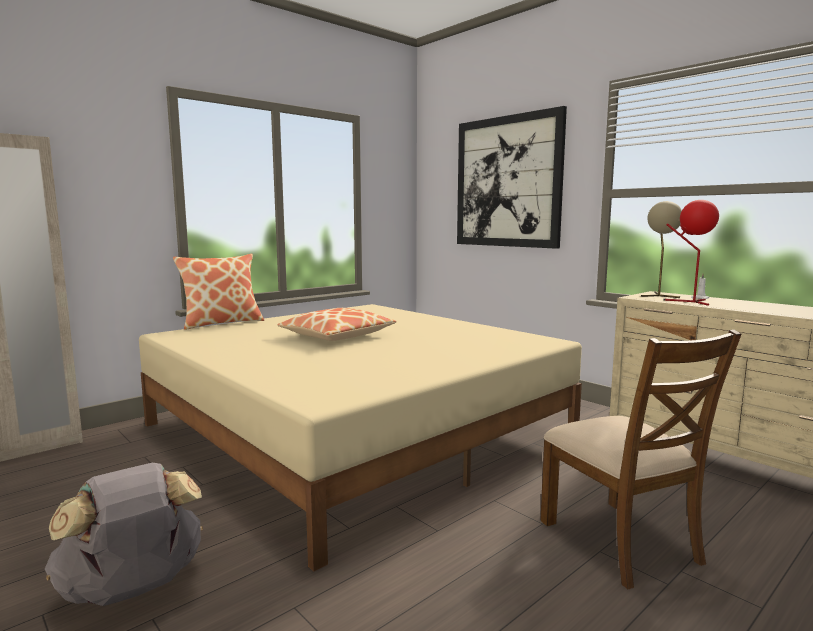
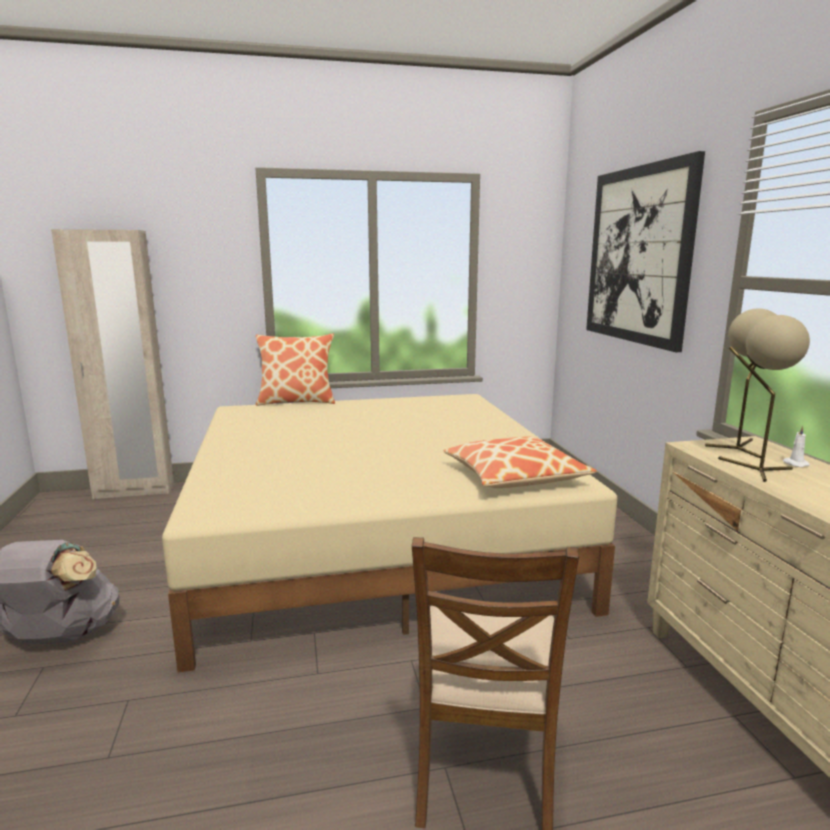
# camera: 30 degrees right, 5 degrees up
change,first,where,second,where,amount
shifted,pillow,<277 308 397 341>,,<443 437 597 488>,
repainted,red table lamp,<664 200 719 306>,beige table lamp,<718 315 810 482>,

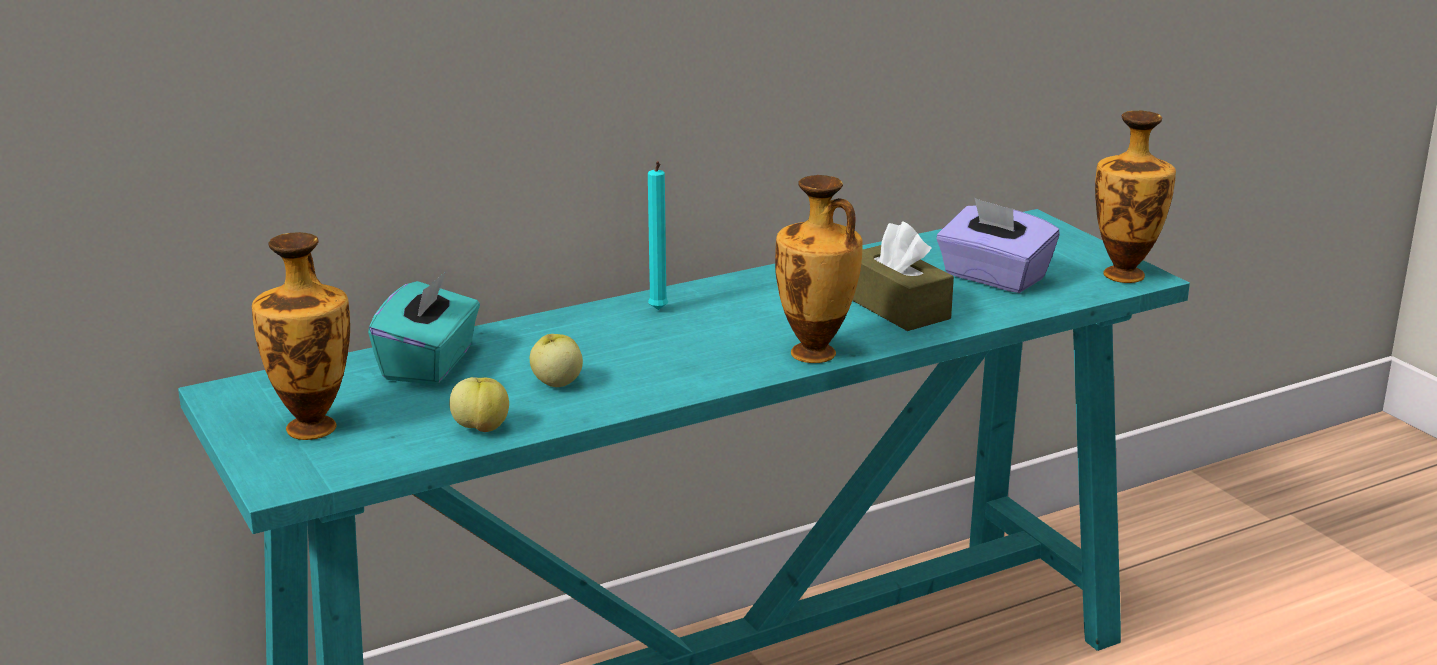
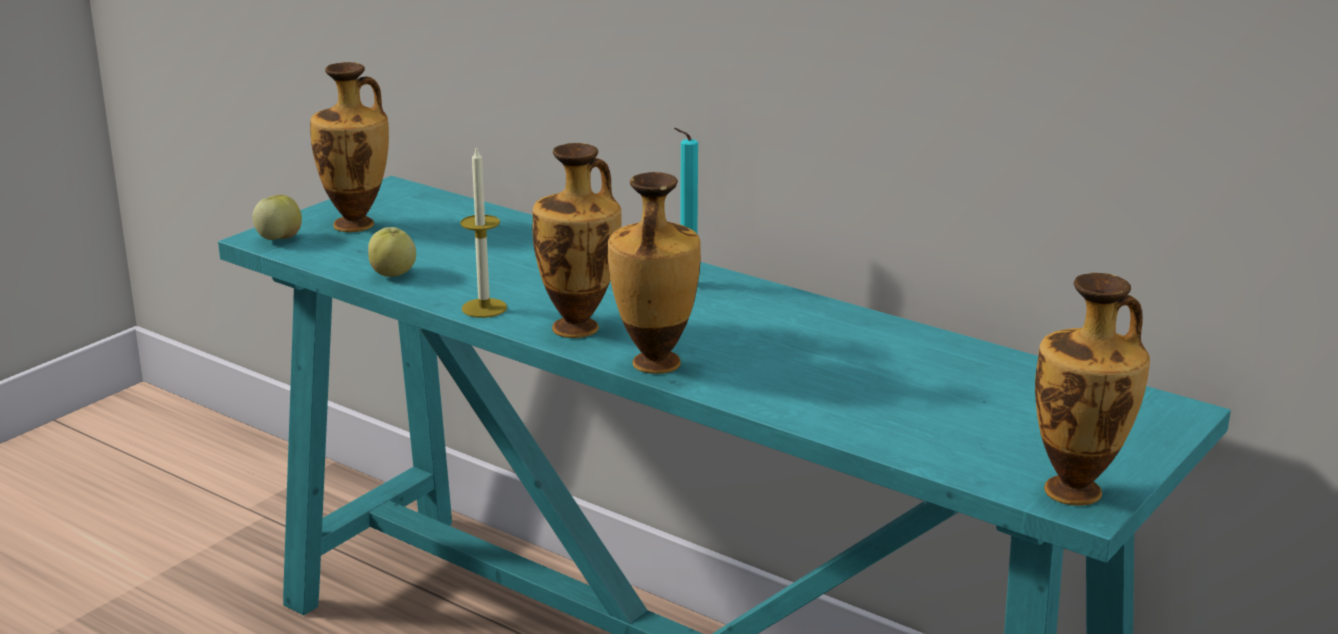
# camera: 65 degrees right, 0 degrees up
change,first,where,second,where,amount
shifted,apple,<530 334 583 387>,,<253 195 302 240>,
new,,,candle,<460 146 507 318>,
new,,,vase,<532 143 621 338>,
gone,turquoise tissue box,<368 271 480 385>,,,
gone,brown tissue box,<852 221 954 331>,,,
gone,purple tissue box,<937 198 1060 293>,,,

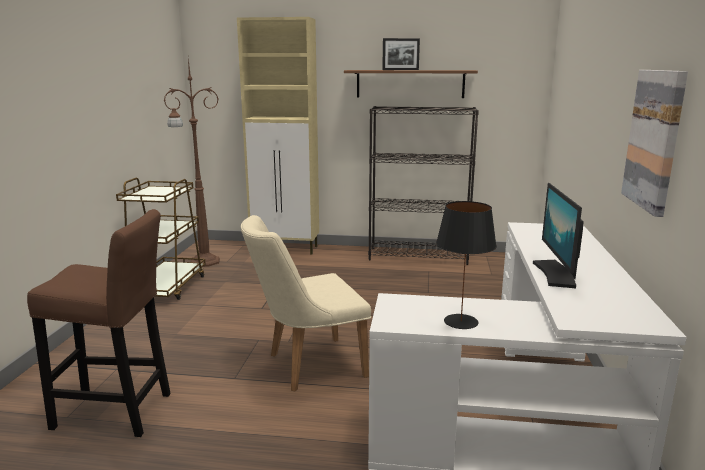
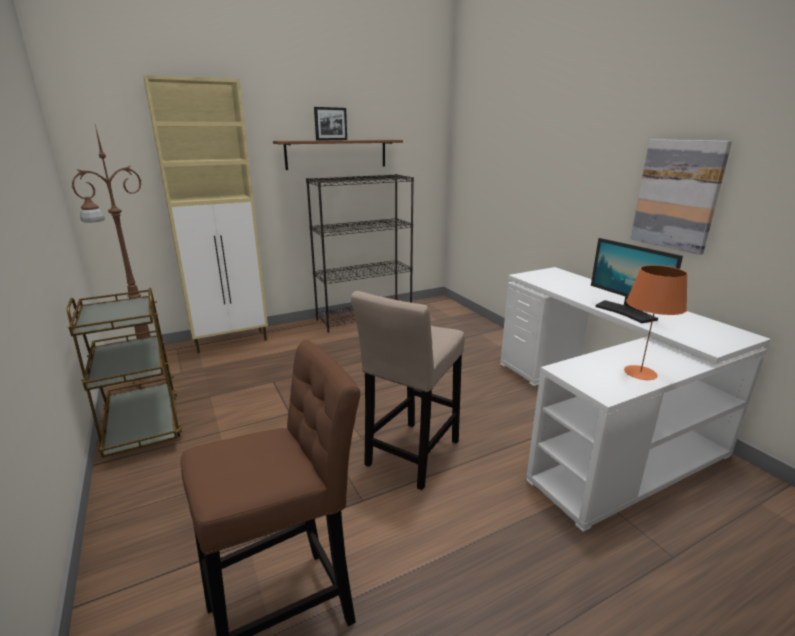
# camera: 35 degrees left, 5 degrees up
change,first,where,second,where,amount
swapped,beige chair,<241 215 371 392>,beige stool,<351 291 464 490>,
repainted,black table lamp,<436 201 497 329>,orange table lamp,<624 265 688 380>,

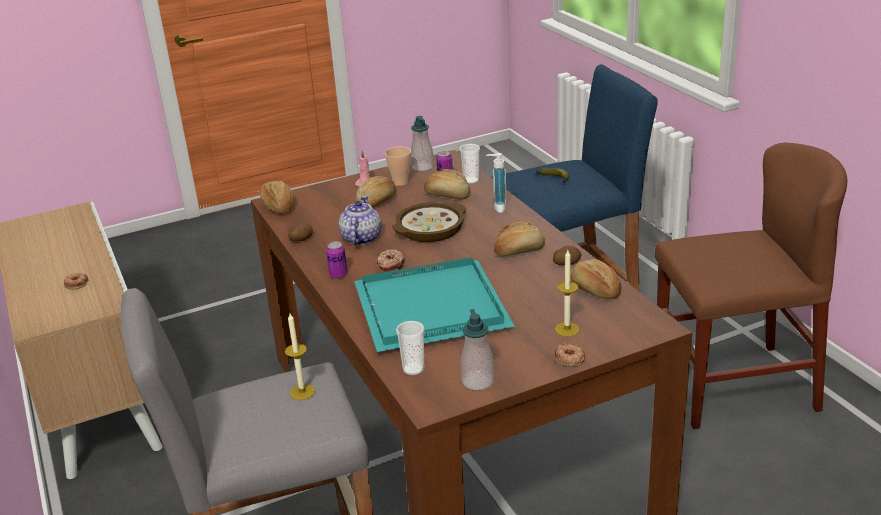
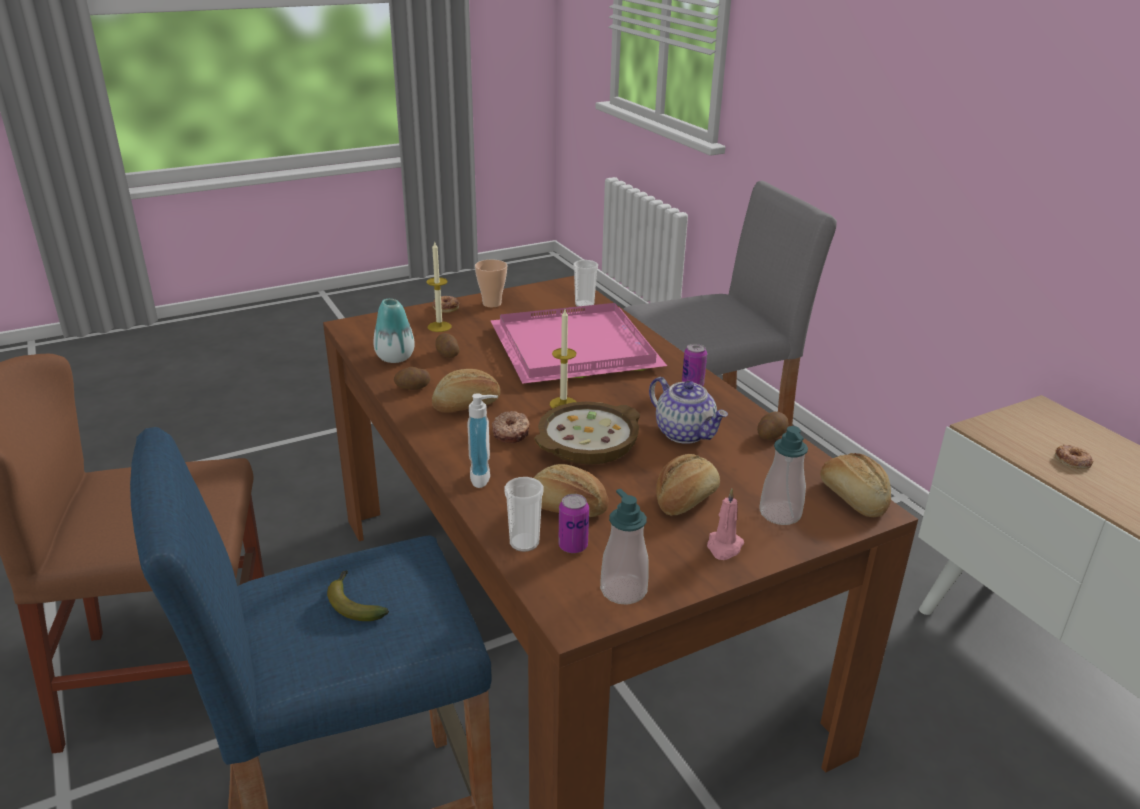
# camera: 175 degrees right, 0 degrees up
change,first,where,second,where,amount
swapped,bread,<571 259 621 299>,vase,<373 299 415 363>,
new,,,potato,<435 333 459 358>,
shifted,cup,<385 147 411 186>,,<475 259 507 308>,
repainted,turquoise tray,<354 257 515 352>,pink tray,<491 303 667 384>,
shifted,donut,<377 249 405 272>,,<492 411 530 443>,
shifted,candle,<285 313 315 400>,,<550 309 576 408>,
rotated,teapot,<339 196 381 245>,,<649 377 728 444>,45 degrees counterclockwise
shifted,soap dispenser,<461 309 494 390>,,<759 426 808 525>,

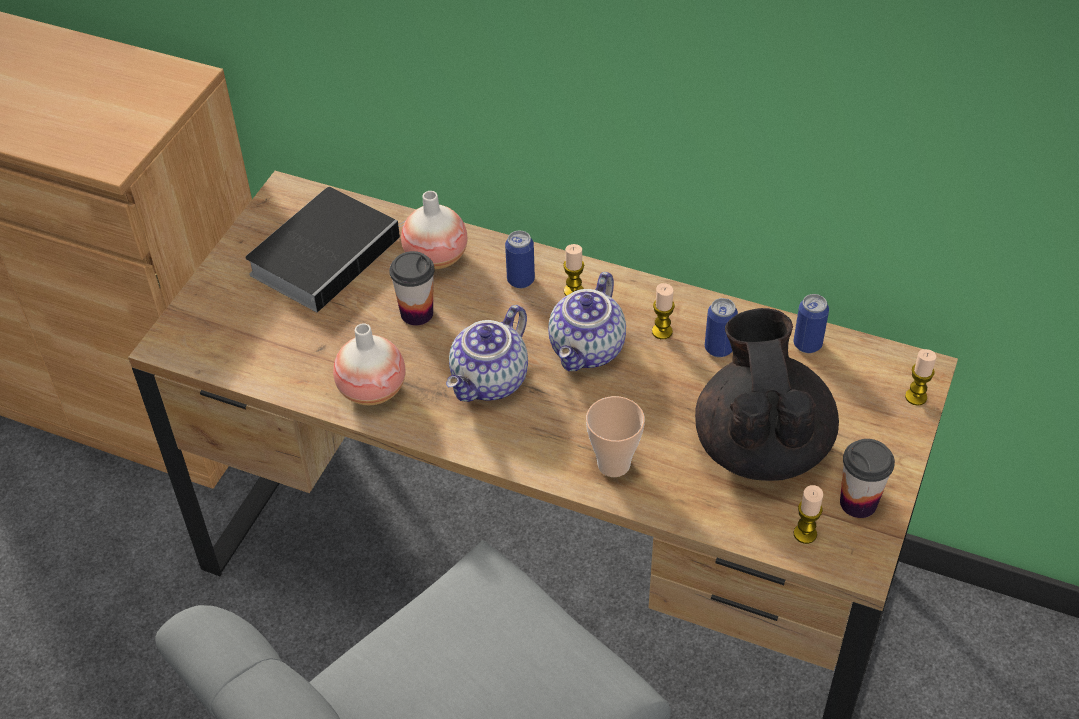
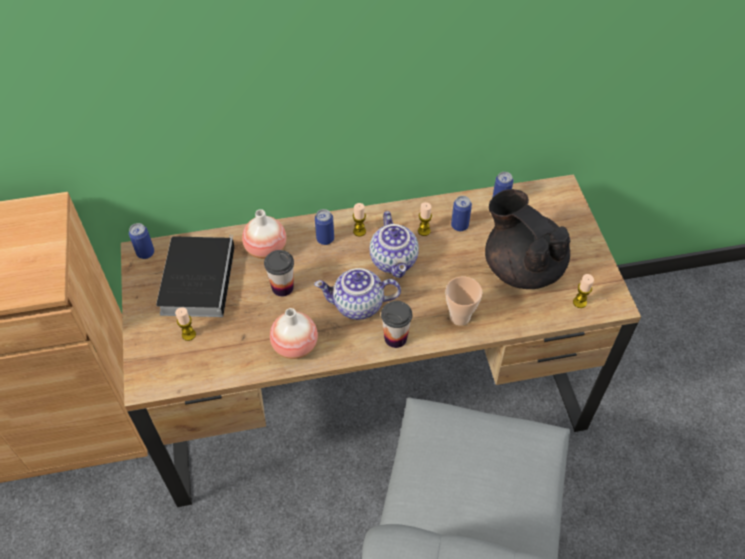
# camera: 35 degrees left, 5 degrees up
change,first,where,second,where,amount
new,,,can,<129 223 154 259>,
shifted,candle,<905 349 936 406>,,<175 307 196 341>,
rotated,teapot,<446 305 528 402>,,<314 268 401 320>,90 degrees clockwise
shifted,cup,<840 439 895 518>,,<381 301 412 348>,

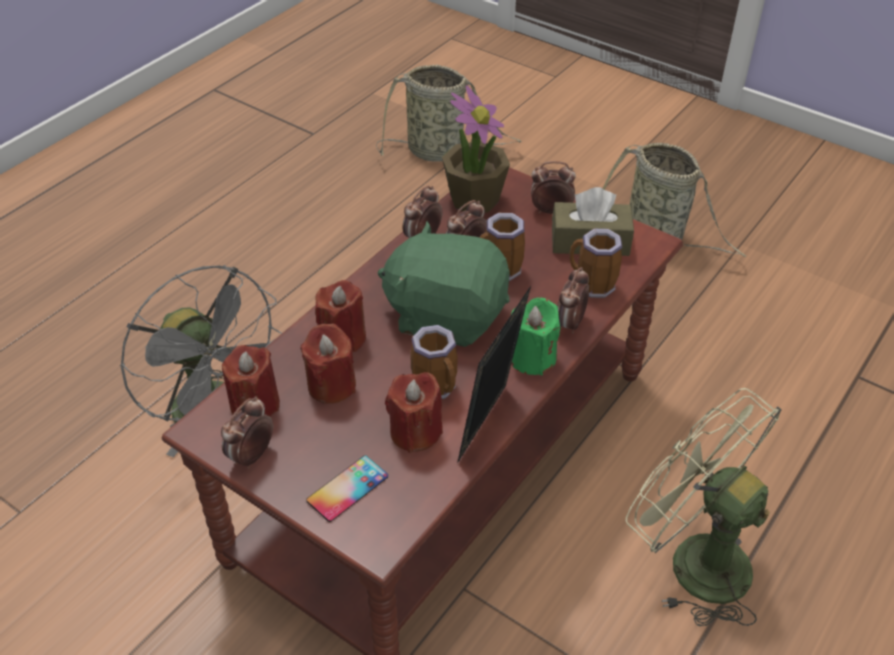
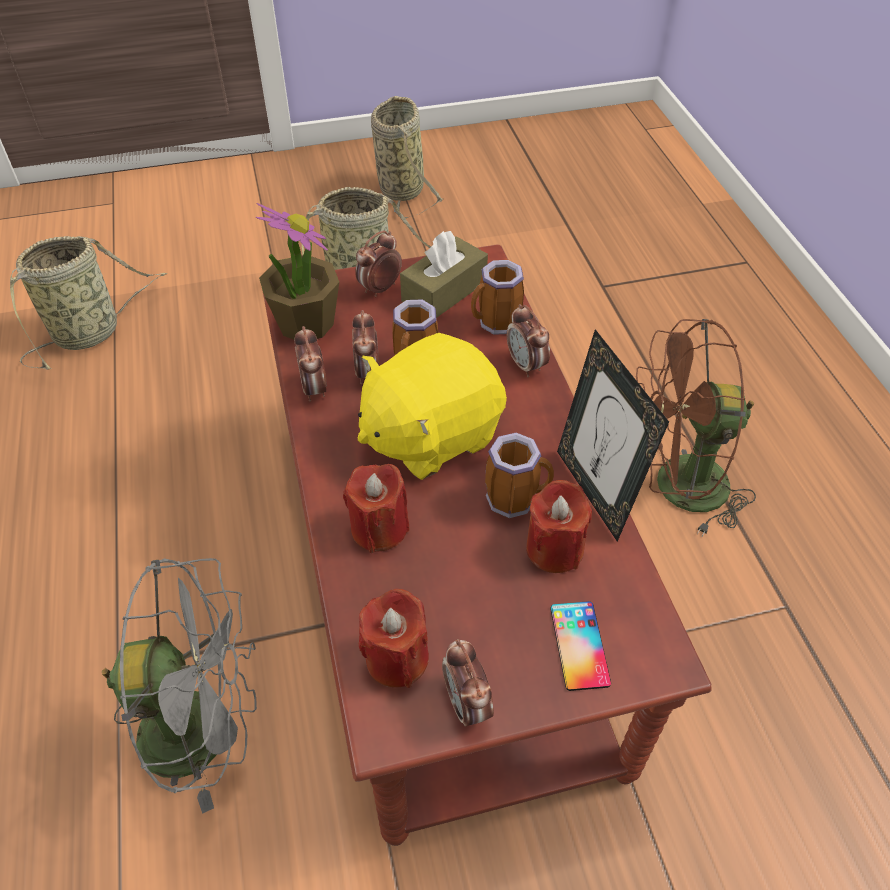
# camera: 50 degrees left, 5 degrees up
change,first,where,second,where,amount
repainted,green plush toy,<378 221 510 347>,yellow plush toy,<358 333 507 480>,
new,,,basket,<371 96 443 218>,
repainted,green fan,<626 388 782 626>,brown fan,<636 319 756 536>,
gone,red candle,<300 324 356 404>,,,
gone,green candle,<511 297 560 376>,,,

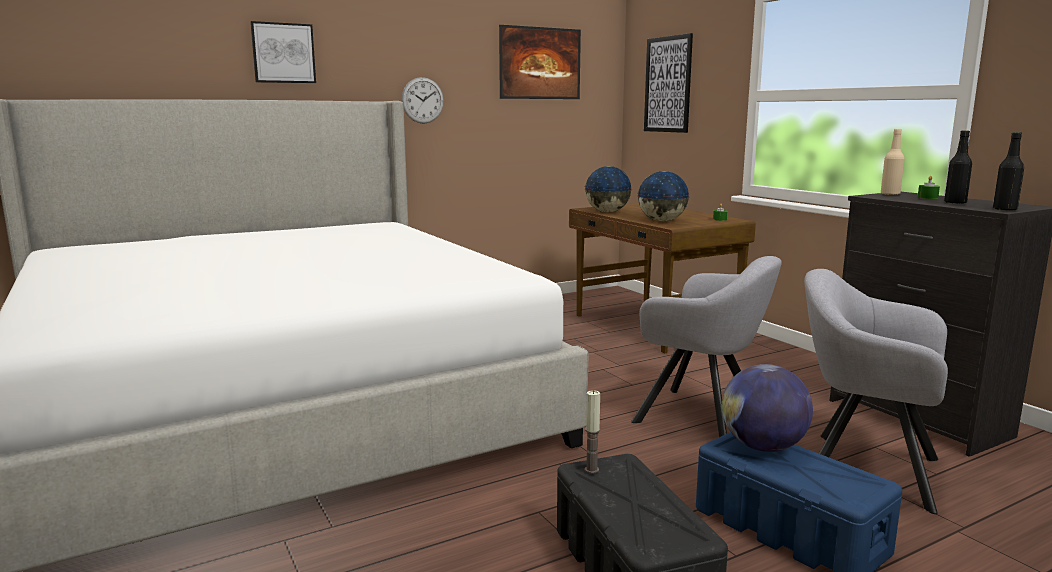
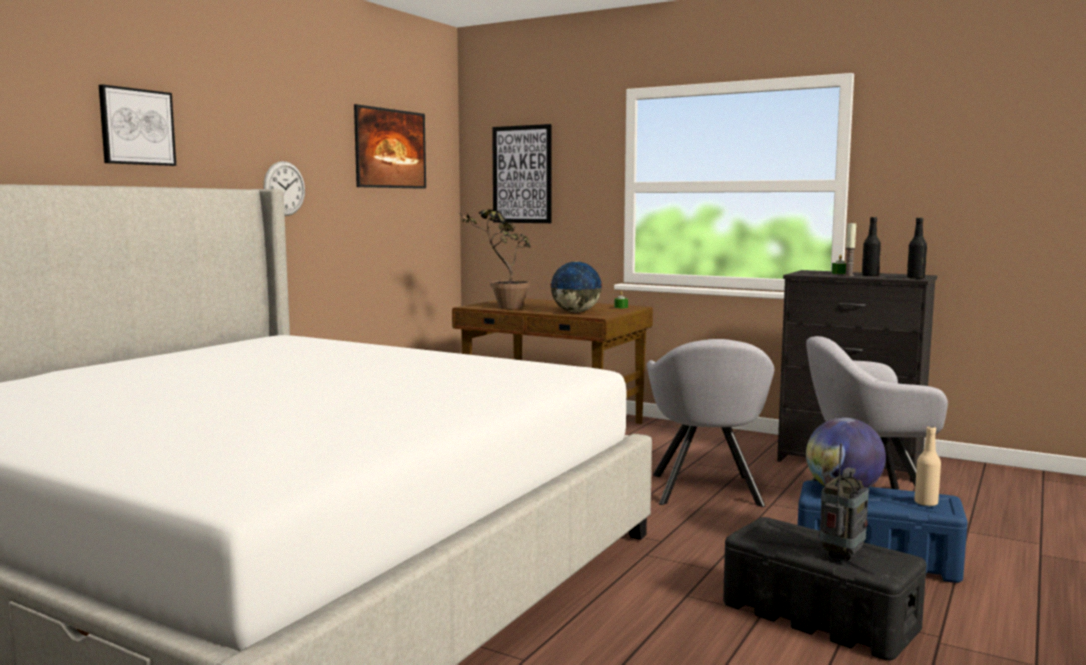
# camera: 30 degrees left, 5 degrees down
change,first,where,second,where,amount
swapped,globe,<584 166 632 212>,potted plant,<458 209 531 309>,
rotated,grey armchair,<631 256 782 437>,,<647 339 774 507>,90 degrees clockwise
new,,,radio,<819 443 869 561>,
shifted,candle,<585 390 600 473>,,<844 223 856 276>,
shifted,beige bottle,<881 129 905 195>,,<914 426 941 506>,

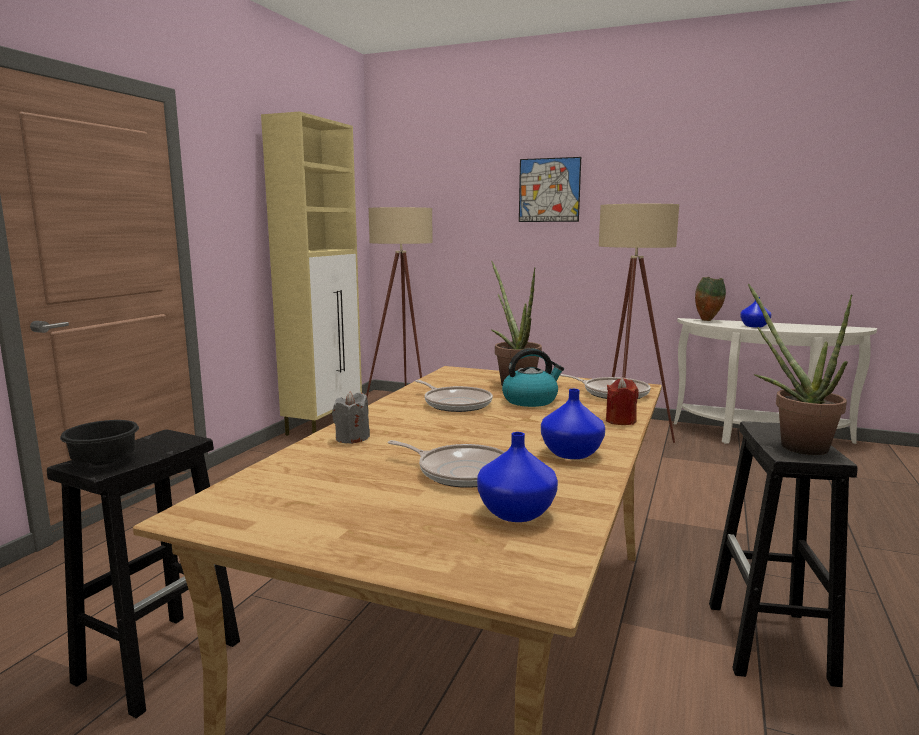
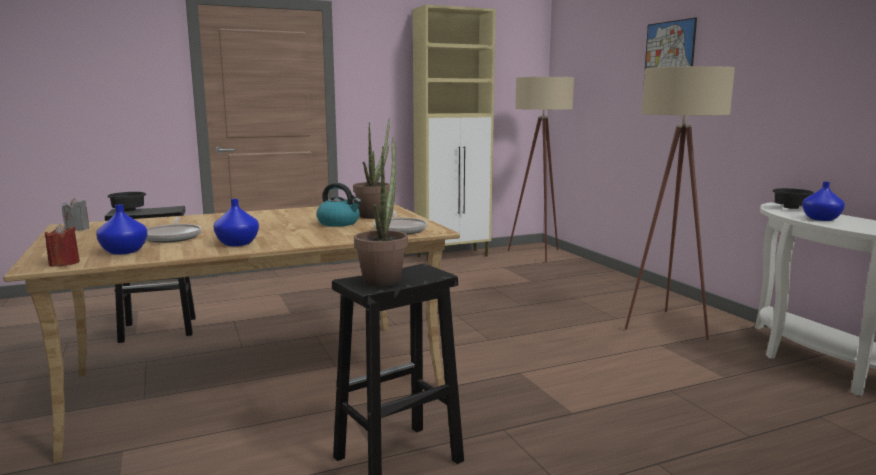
# camera: 45 degrees right, 0 degrees up
change,first,where,second,where,amount
shifted,red candle,<606 378 639 425>,,<45 224 80 267>,
shifted,grey candle,<332 392 370 444>,,<62 198 89 231>,
swapped,vase,<695 277 726 321>,black bowl,<773 188 814 209>,
gone,frying pan,<415 380 493 412>,,,

